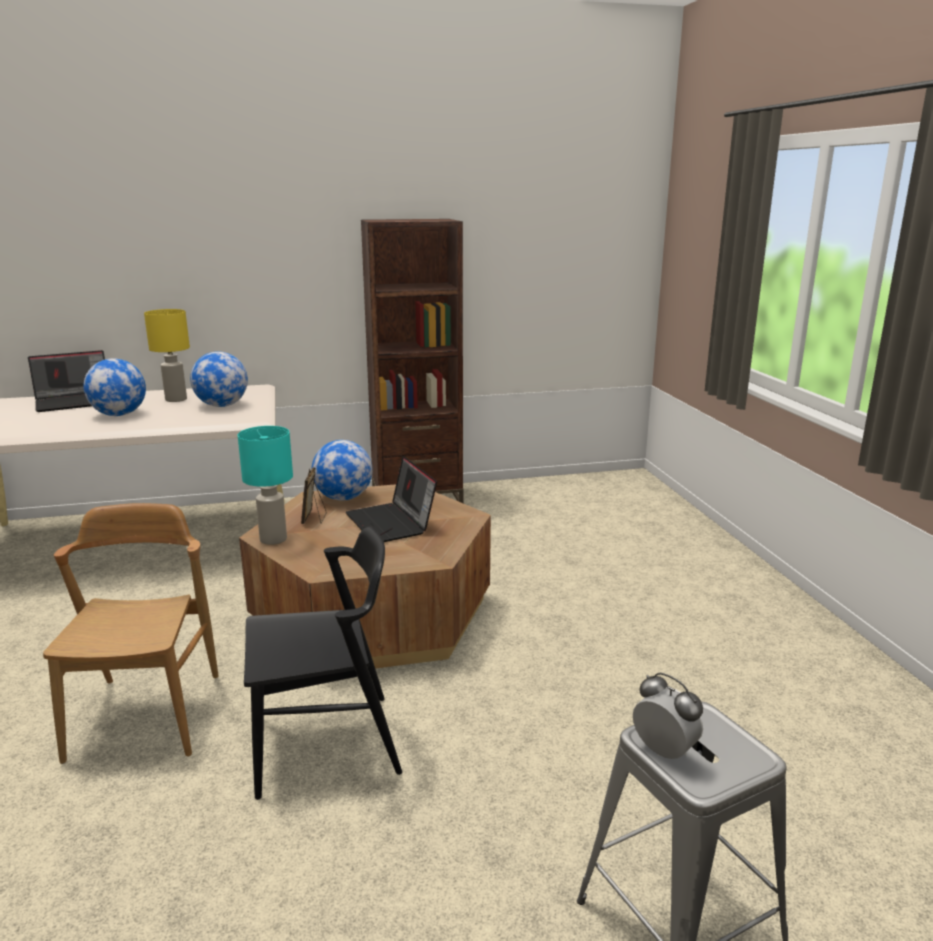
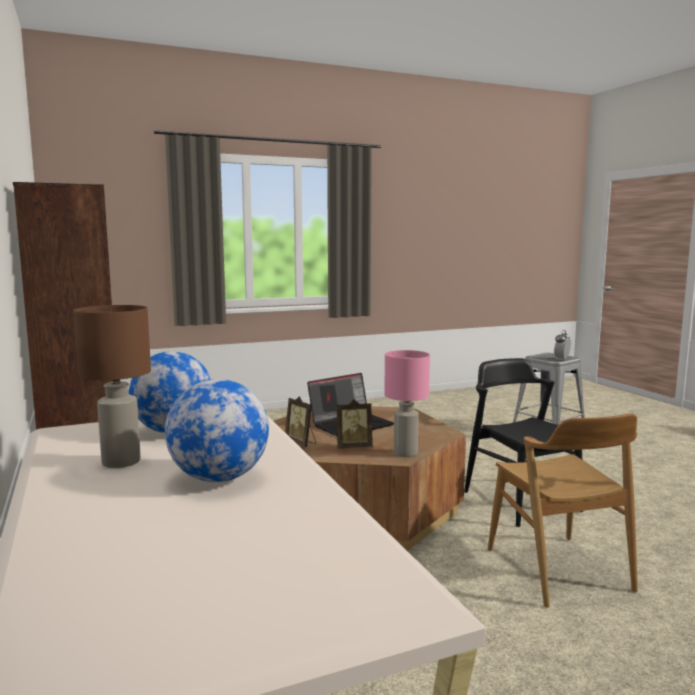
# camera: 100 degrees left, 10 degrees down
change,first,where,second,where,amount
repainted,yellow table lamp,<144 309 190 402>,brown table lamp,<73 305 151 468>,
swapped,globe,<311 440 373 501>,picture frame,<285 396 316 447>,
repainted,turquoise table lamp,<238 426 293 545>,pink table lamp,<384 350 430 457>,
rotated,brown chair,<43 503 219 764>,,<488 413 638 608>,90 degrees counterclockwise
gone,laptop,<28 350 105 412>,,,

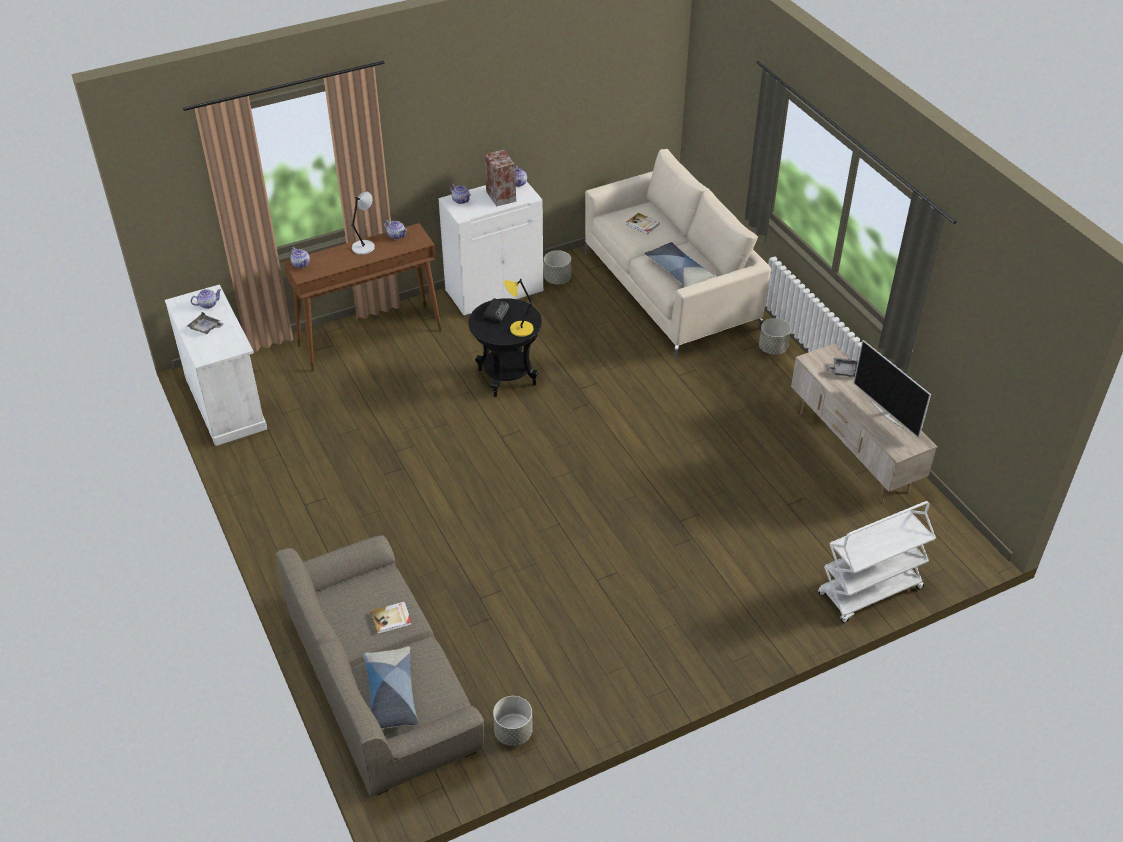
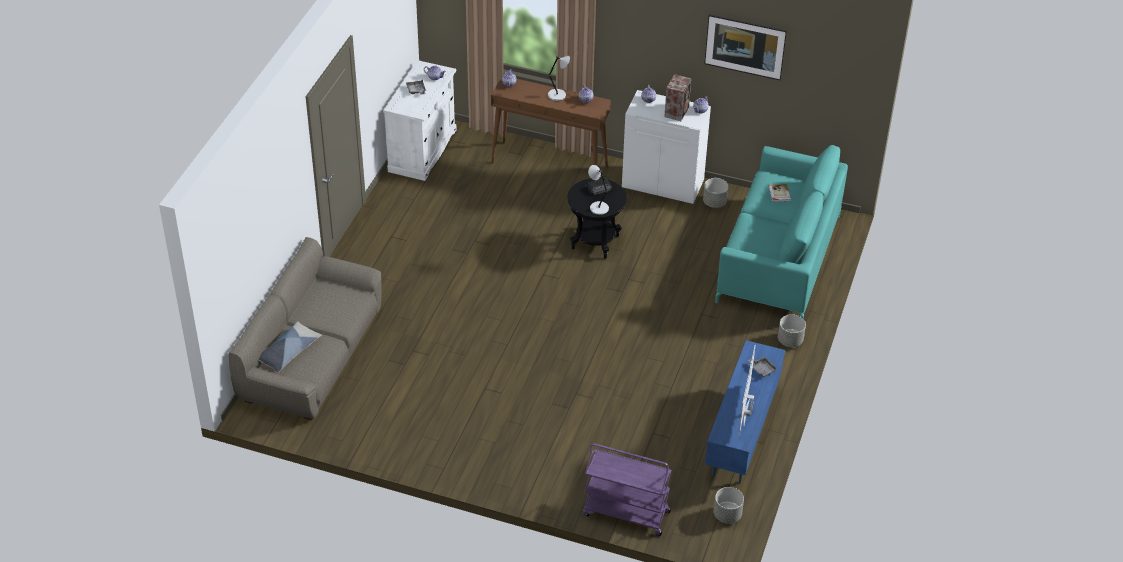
# camera: 45 degrees right, 0 degrees up
change,first,where,second,where,amount
repainted,white cart,<818 501 936 623>,purple cart,<583 443 671 536>,
repainted,yellow table lamp,<504 279 534 337>,grey table lamp,<588 165 609 215>,
new,,,picture,<704 14 787 80>,
repainted,beige tv stand,<791 343 938 503>,blue tv stand,<705 340 786 483>,
shifted,grey planter,<493 696 533 746>,,<714 487 744 523>,
repainted,beige sofa,<585 149 771 359>,turquoise sofa,<715 145 848 319>,
gone,book,<370 602 412 634>,,,
gone,pillow,<644 242 715 287>,,,

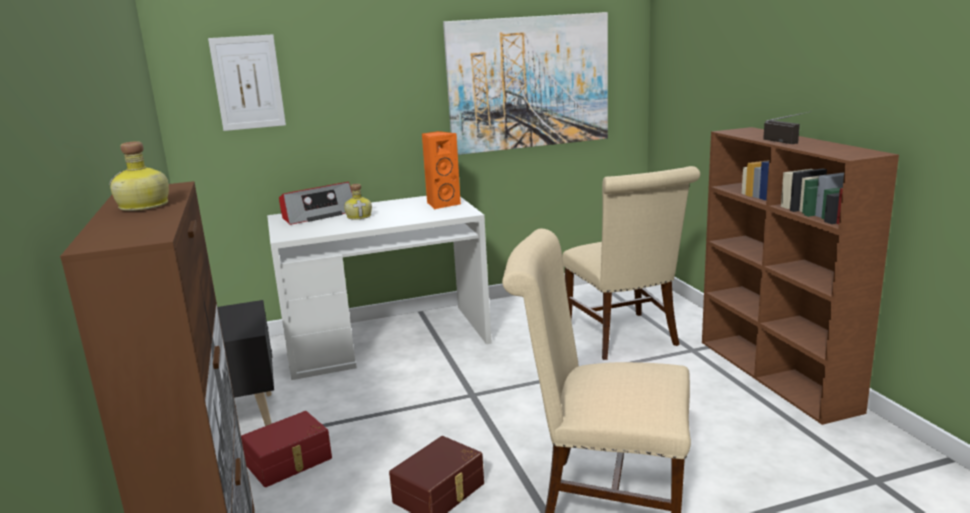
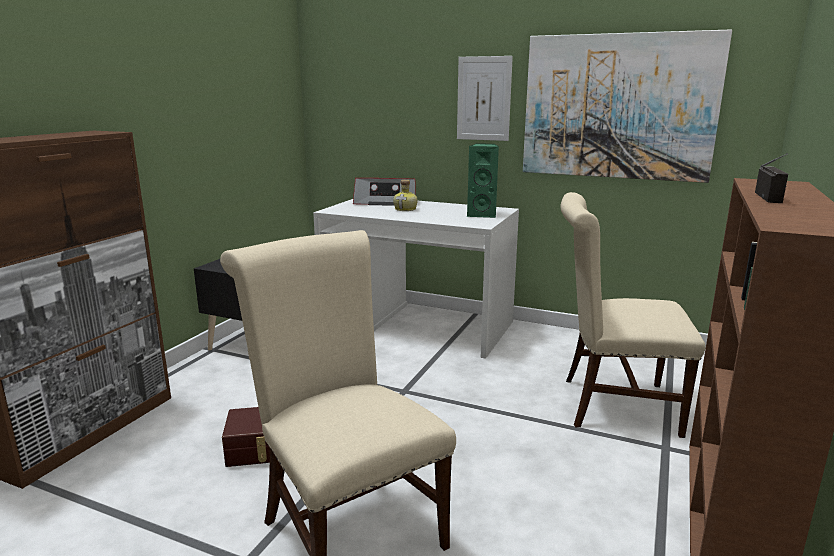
# camera: 40 degrees right, 0 degrees up
change,first,where,second,where,amount
shifted,picture,<208 34 286 131>,,<457 56 513 141>,
repainted,orange speaker,<422 131 461 209>,green speaker,<467 143 499 218>,
rotated,beige chair,<562 166 700 360>,,<560 192 706 438>,75 degrees clockwise
gone,bottle,<109 141 169 211>,,,
gone,red storage box,<241 411 332 487>,,,

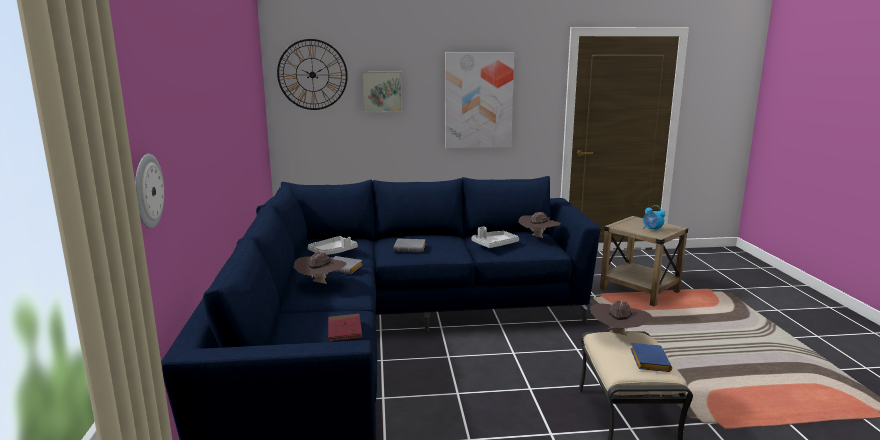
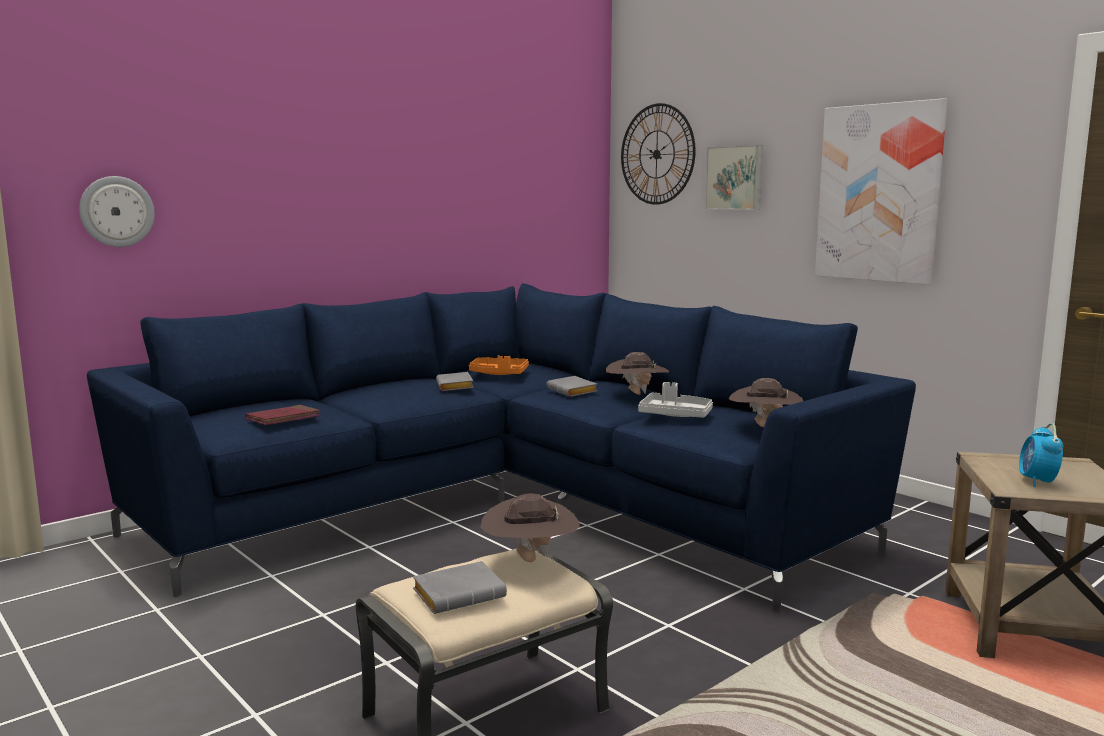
# camera: 55 degrees right, 5 degrees down
change,first,where,second,where,amount
repainted,blue book,<630 343 672 372>,grey book,<413 561 507 614>,
repainted,grey tray,<308 236 358 255>,orange tray,<469 355 529 375>,
shifted,brown hat,<293 252 347 284>,,<606 352 670 395>,

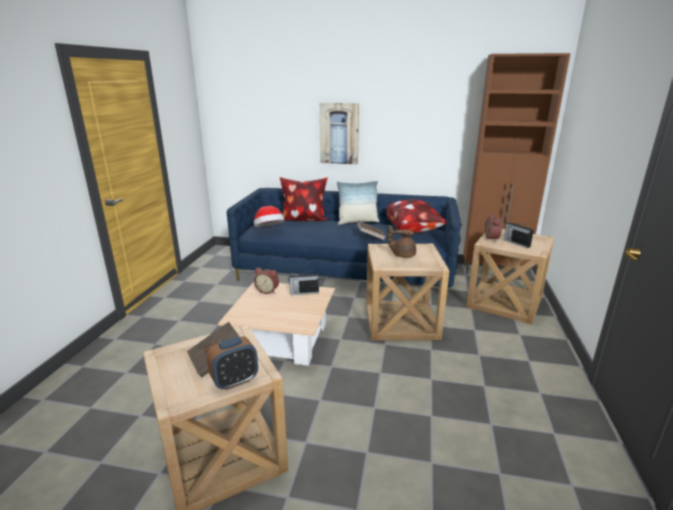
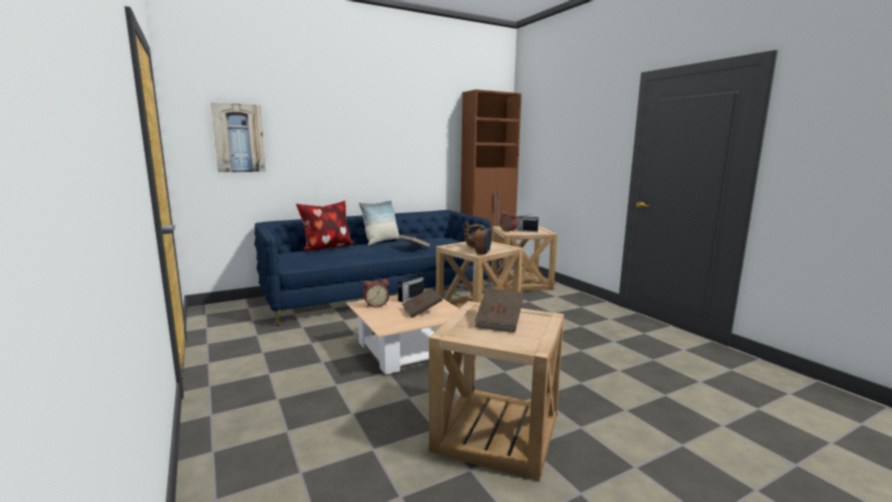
# camera: 40 degrees left, 10 degrees down
change,first,where,second,where,amount
shifted,picture,<319 103 359 164>,,<211 102 266 172>,
new,,,brown book,<402 288 443 318>,
shifted,alarm clock,<207 336 258 390>,,<475 226 491 254>,
gone,hat,<254 206 285 227>,,,
gone,pillow,<387 200 447 233>,,,

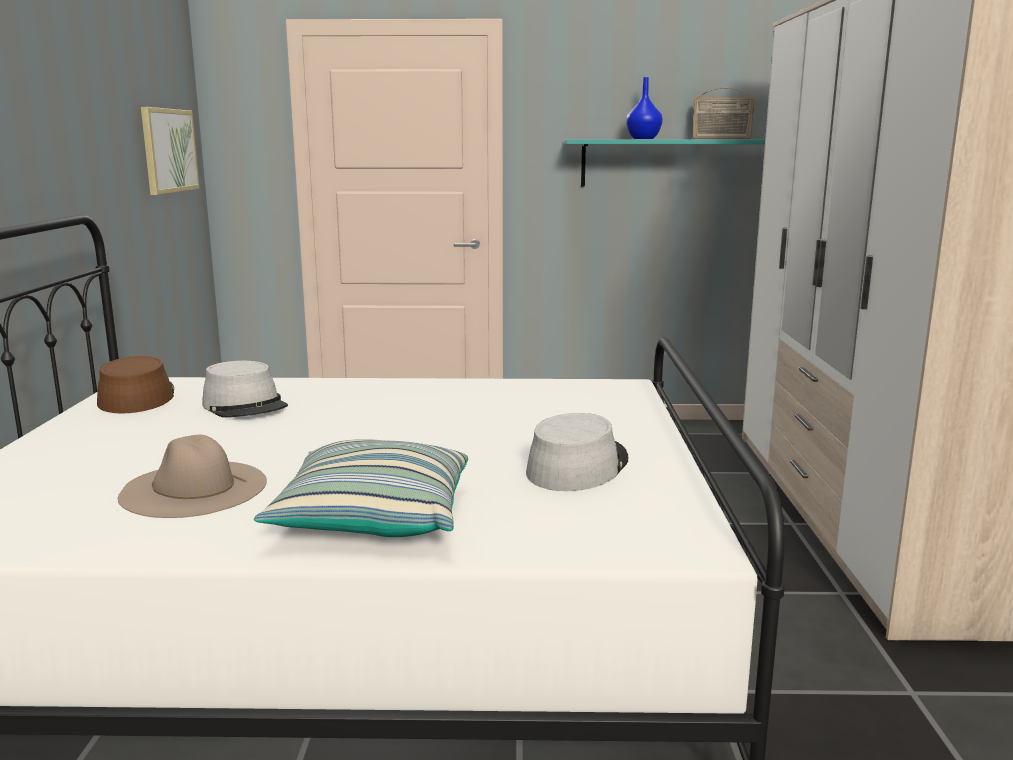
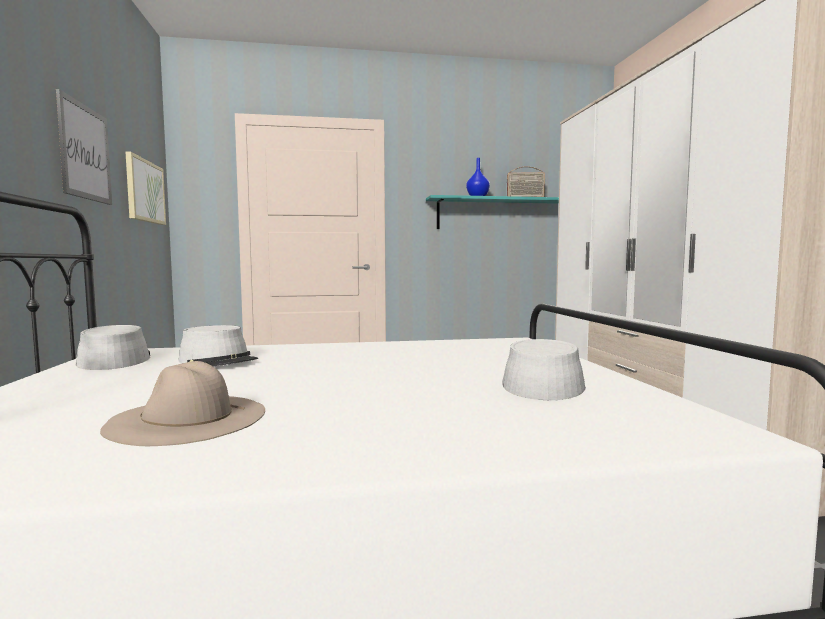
# camera: 10 degrees left, 10 degrees down
change,first,where,second,where,amount
new,,,picture,<56 89 112 205>,
repainted,brown hat,<97 356 174 413>,grey hat,<76 325 150 370>,
gone,pillow,<254 439 468 537>,,,

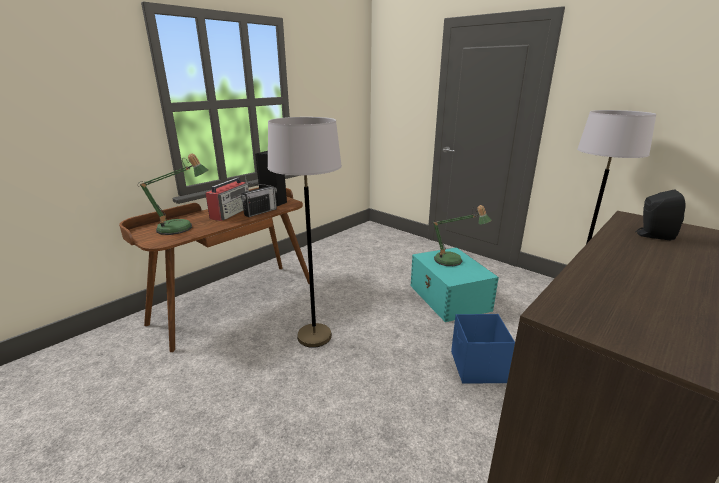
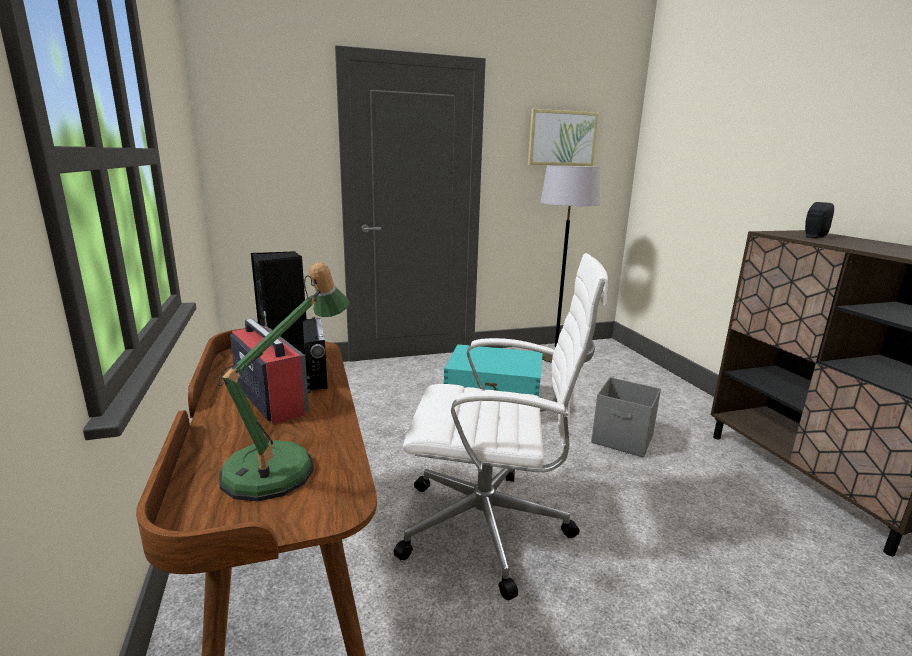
# camera: 60 degrees left, 5 degrees down
change,first,where,second,where,amount
swapped,grey floor lamp,<268 117 342 348>,white office chair,<394 253 608 601>,
new,,,picture,<528 109 598 166>,
repainted,blue storage box,<451 314 515 384>,grey storage box,<591 377 661 457>,
gone,table lamp,<431 205 491 266>,,,

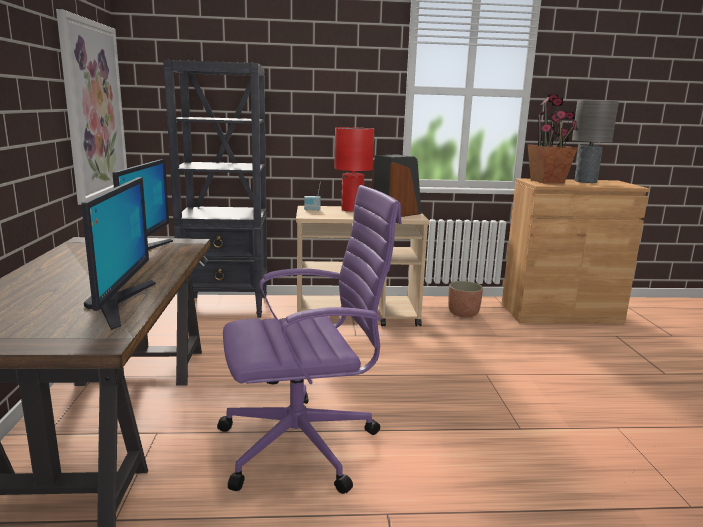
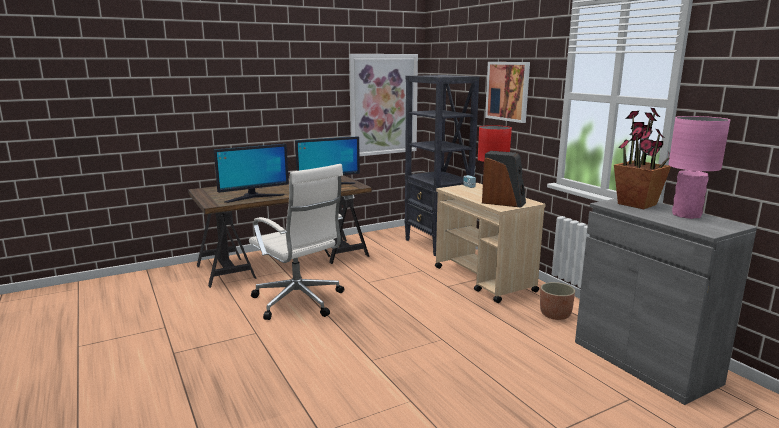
# camera: 65 degrees right, 0 degrees up
change,first,where,second,where,amount
repainted,purple office chair,<217 185 401 494>,white office chair,<249 164 344 320>,
new,,,picture,<485 62 530 123>,
repainted,brown cabinet,<502 178 649 324>,grey cabinet,<575 198 757 405>,
repainted,grey table lamp,<572 100 619 183>,pink table lamp,<669 116 730 219>,

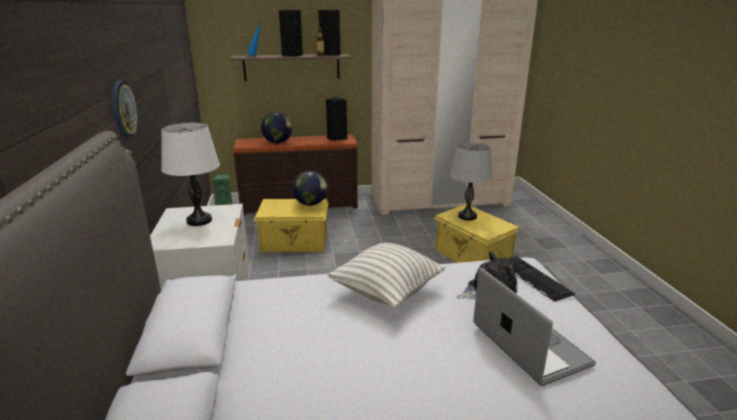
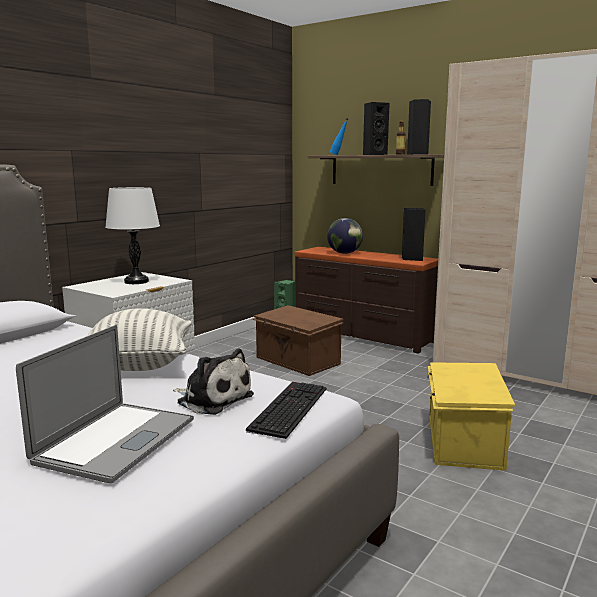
# camera: 45 degrees right, 10 degrees down
change,first,where,second,where,amount
repainted,yellow storage box,<253 199 329 252>,brown storage box,<252 305 344 376>,
gone,wall clock,<112 80 138 138>,,,
gone,globe,<292 171 327 206>,,,
gone,grey table lamp,<450 143 493 221>,,,

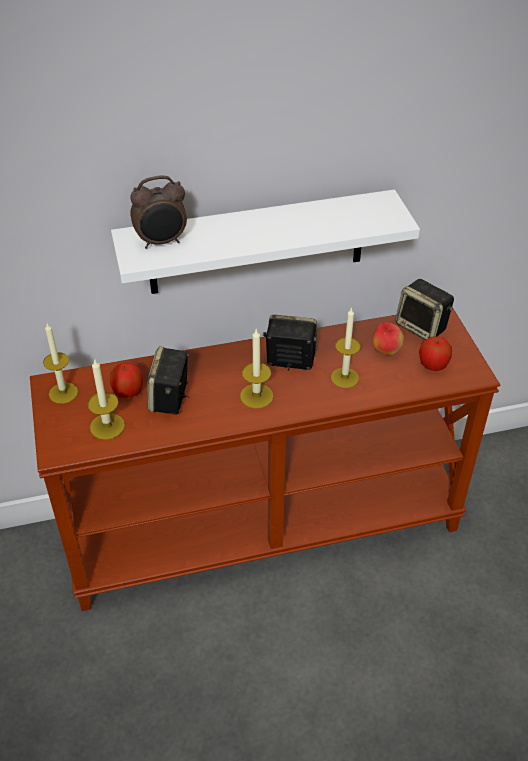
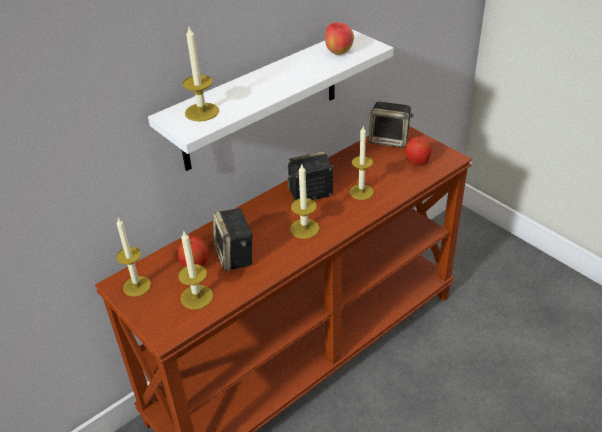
# camera: 25 degrees left, 5 degrees down
change,first,where,second,where,amount
swapped,alarm clock,<130 175 187 249>,candle,<183 27 219 121>,
shifted,apple,<372 322 404 355>,,<325 22 354 55>,

